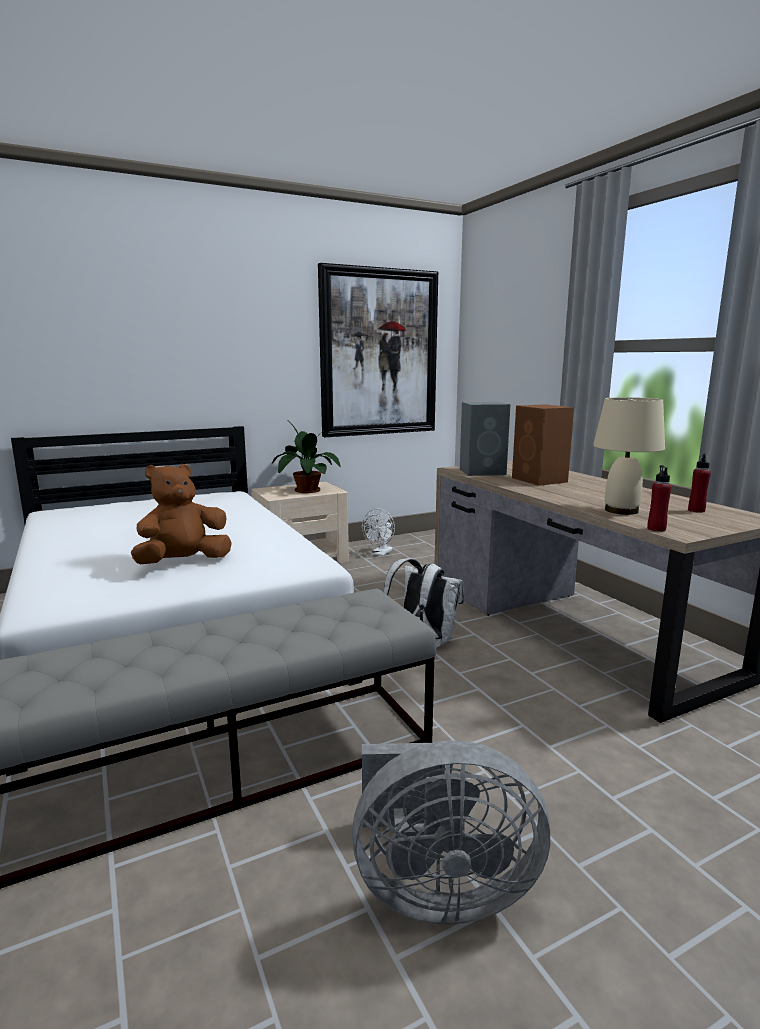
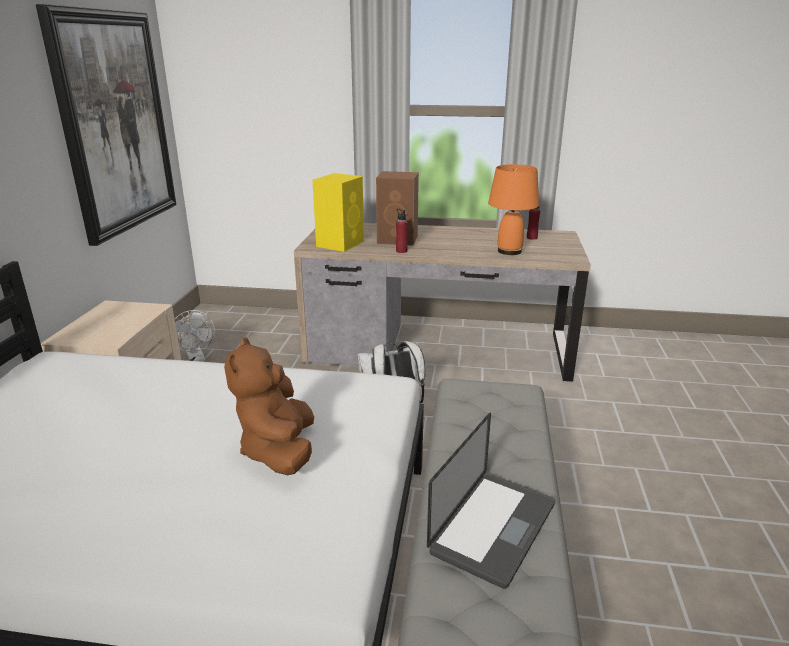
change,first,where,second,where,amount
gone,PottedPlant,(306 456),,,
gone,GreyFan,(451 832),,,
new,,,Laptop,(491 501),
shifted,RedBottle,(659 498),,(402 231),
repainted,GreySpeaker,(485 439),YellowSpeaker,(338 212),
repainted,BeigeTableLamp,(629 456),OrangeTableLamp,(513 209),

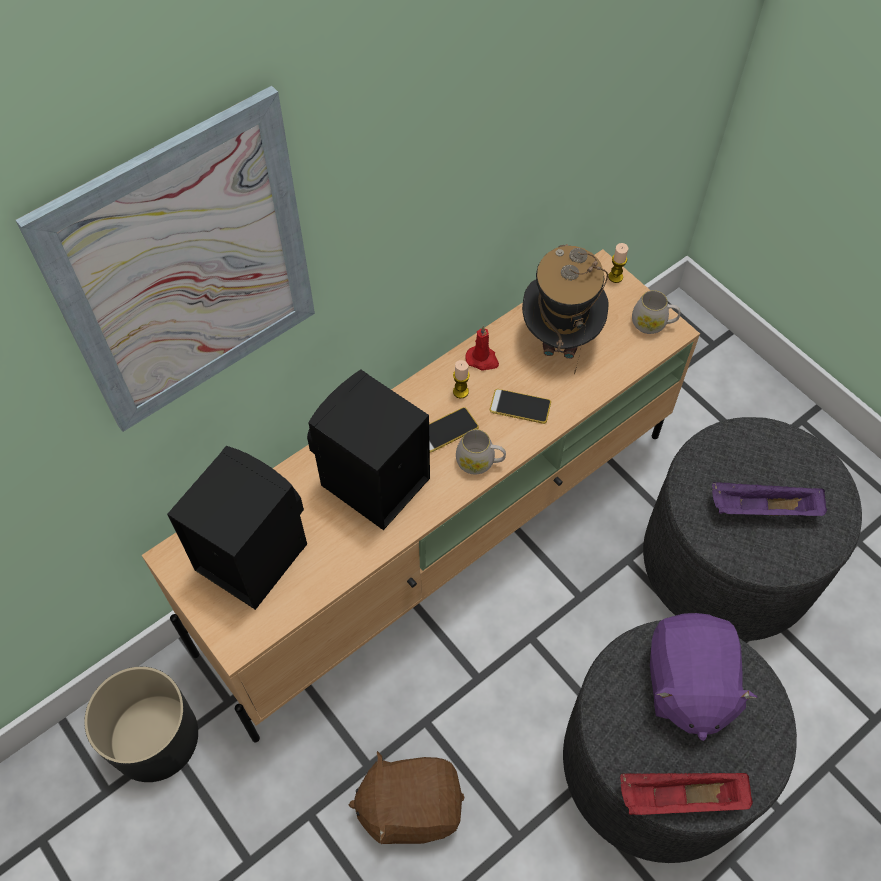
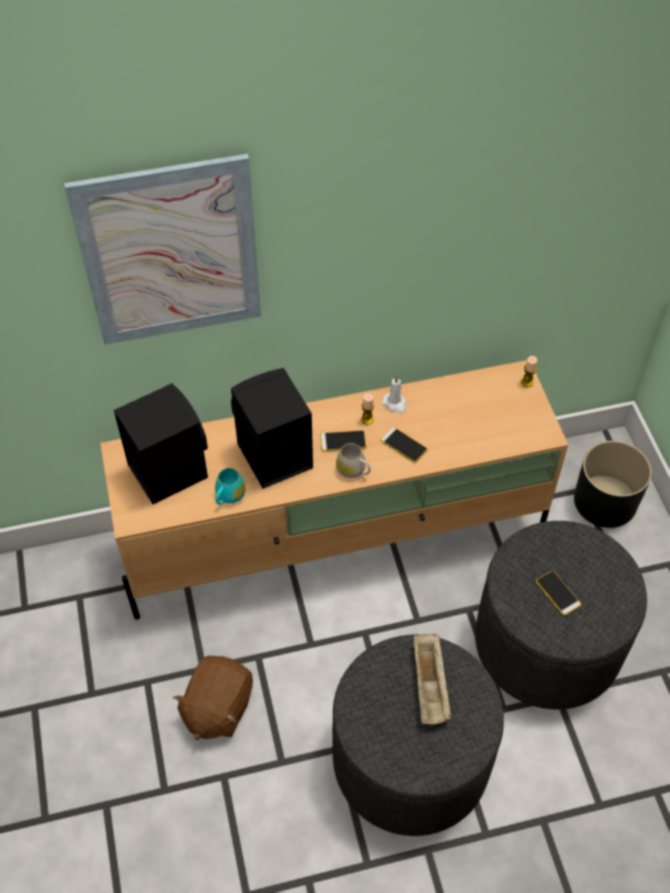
change,first,where,second,where,amount
gone,Hat,(565 309),,,
gone,RedTray,(686 794),,,
gone,WhiteMug,(656 312),,,
new,,,TurquoiseMug,(230 486),
shifted,BlackPlanter,(141 724),,(613 484),
swapped,PurplePlushToy,(703 677),BeigeTray,(433 679),
swapped,PurpleTray,(769 499),Phone,(558 593),
repainted,RedCandle,(482 347),WhiteCandle,(394 394),
rotated,BrownPlushToy,(406 797),,(213 698),90 degrees counterclockwise

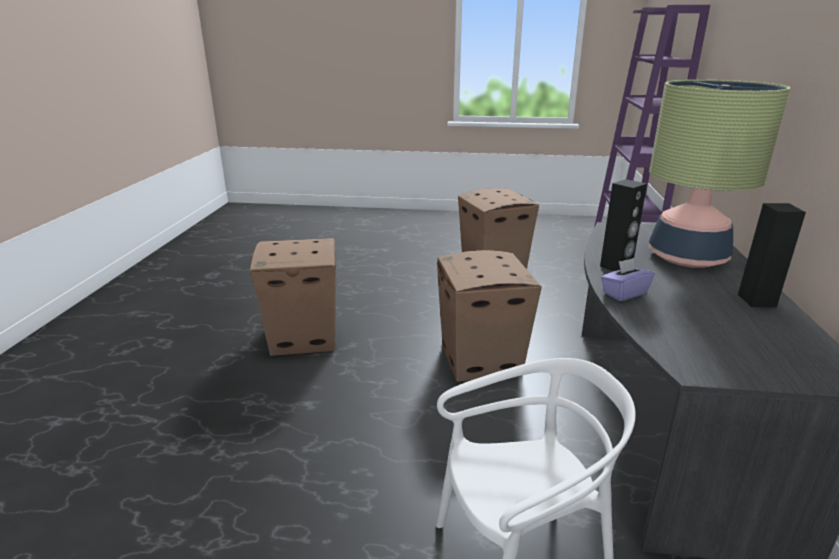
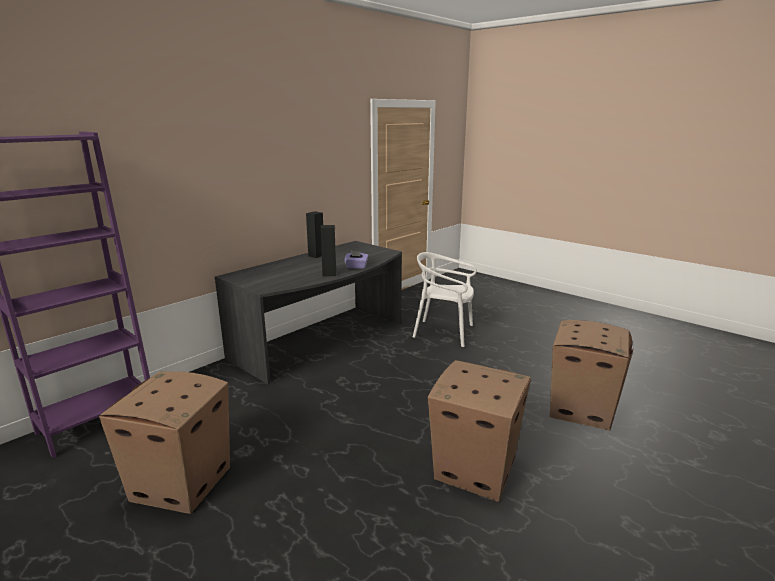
change,first,where,second,where,amount
gone,TableLamp,(719 174),,,
shifted,CardboardBox,(489 316),,(591 375),

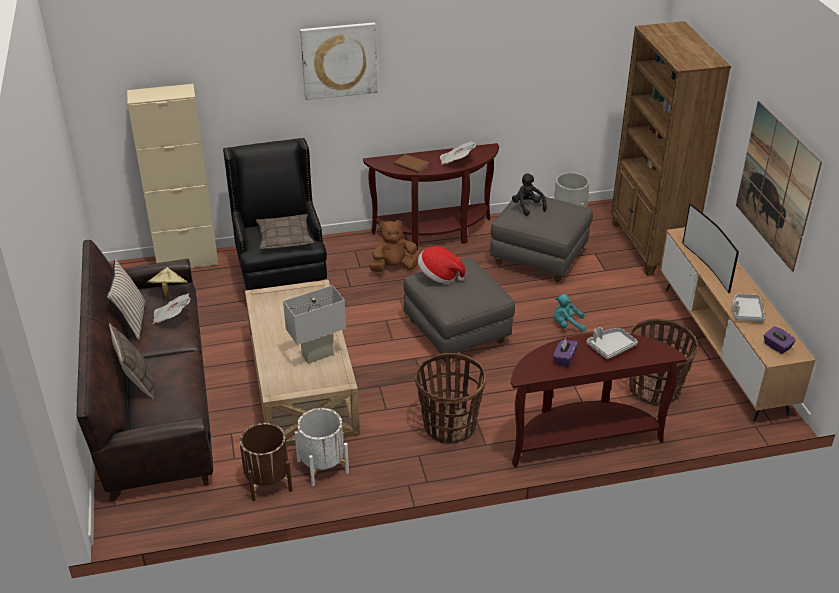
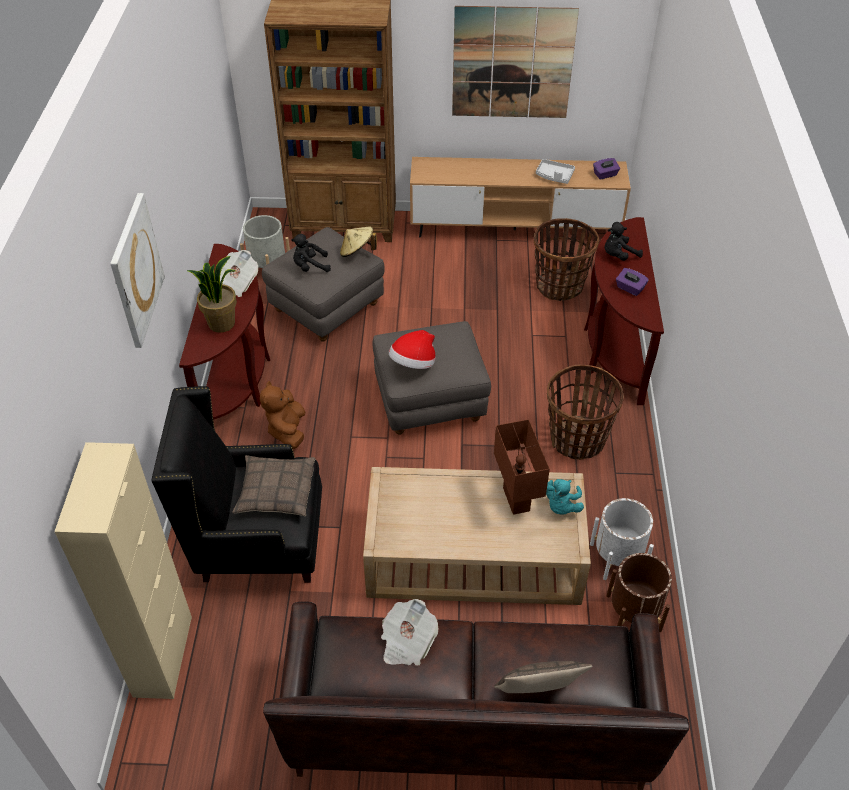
change,first,where,second,where,amount
gone,BeigePillow,(126 299),,,
gone,Television,(710 248),,,
shifted,BeigeHat,(167 283),,(358 241),
shifted,TurquoisePlushToy,(570 313),,(565 497),
swapped,BrownBook,(411 163),PottedPlant,(212 294),
swapped,GreyTray,(612 343),BlackPlushToy,(624 241),
repainted,WhiteTableLamp,(314 324),BrownTableLamp,(522 467),

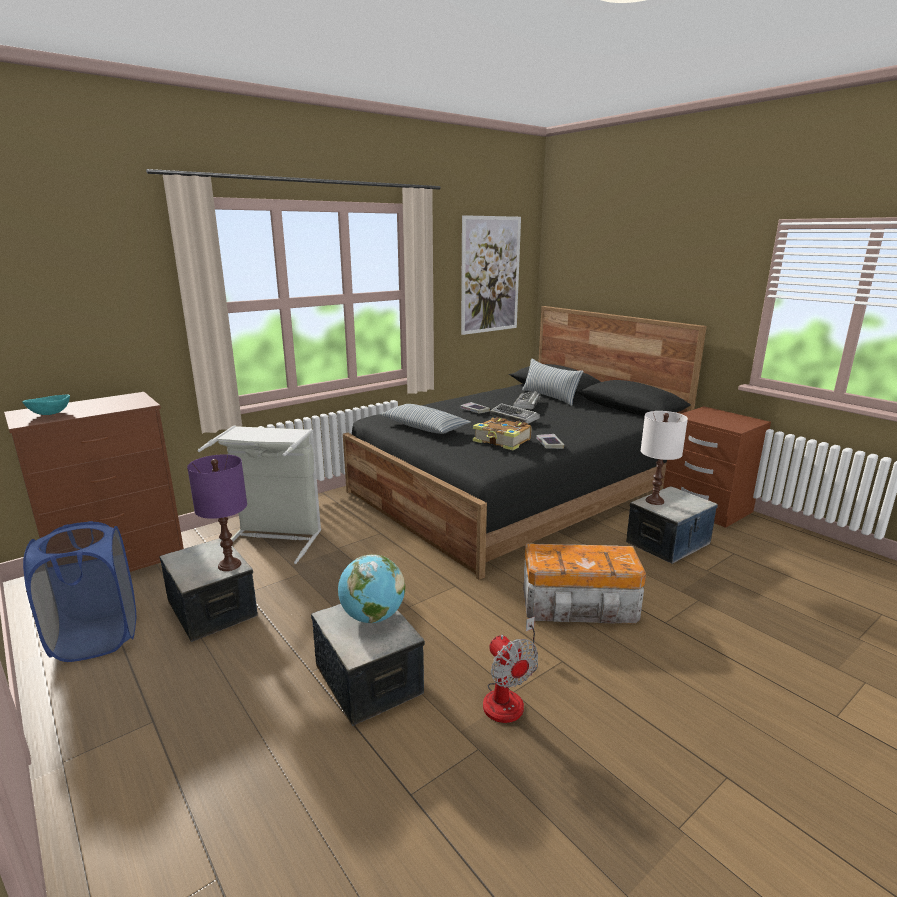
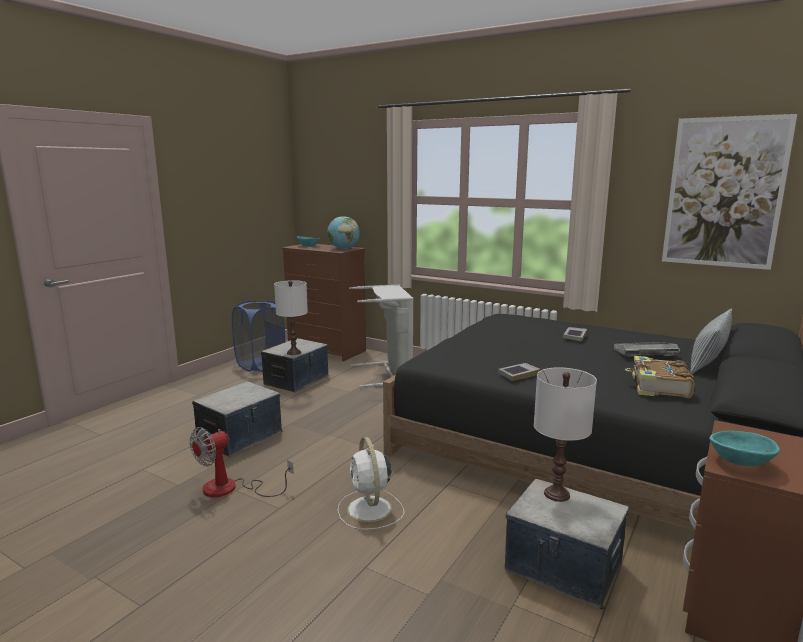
change,first,where,second,where,amount
gone,Pillow,(425 419),,,
gone,Keyboard,(515 413),,,
new,,,TurquoiseBowl,(744 448),
shifted,Globe,(371 588),,(343 232),
shifted,Book,(502 433),,(660 377),
swapped,StorageBox,(584 583),WhiteFan,(371 483),
repainted,PurpleTableLamp,(217 512),WhiteTableLamp,(291 317),

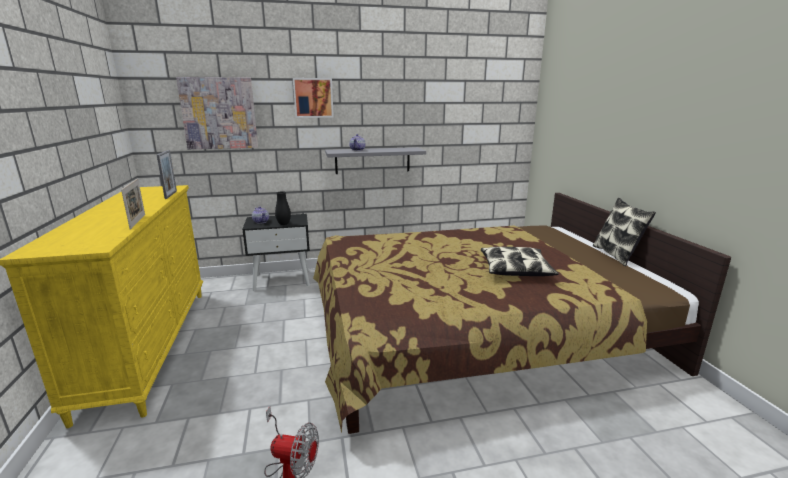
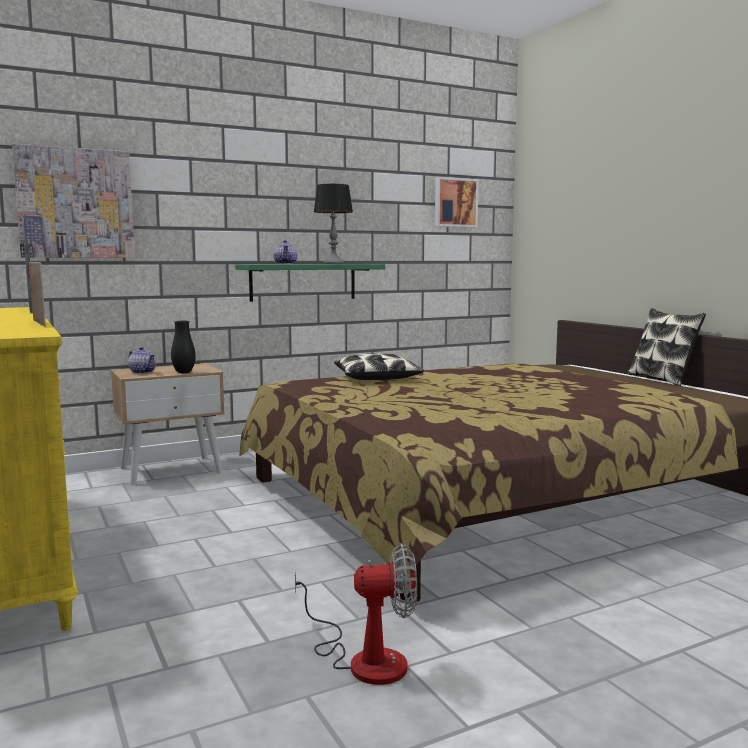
change,first,where,second,where,amount
new,,,TableLamp,(333 224),
shifted,Picture,(313 98),,(457 202),
shifted,Pillow,(520 261),,(379 366),
repainted,BlackNightstand,(276 252),BeigeNightstand,(168 425),
repainted,GreyShelf,(375 160),GreenShelf,(310 283),

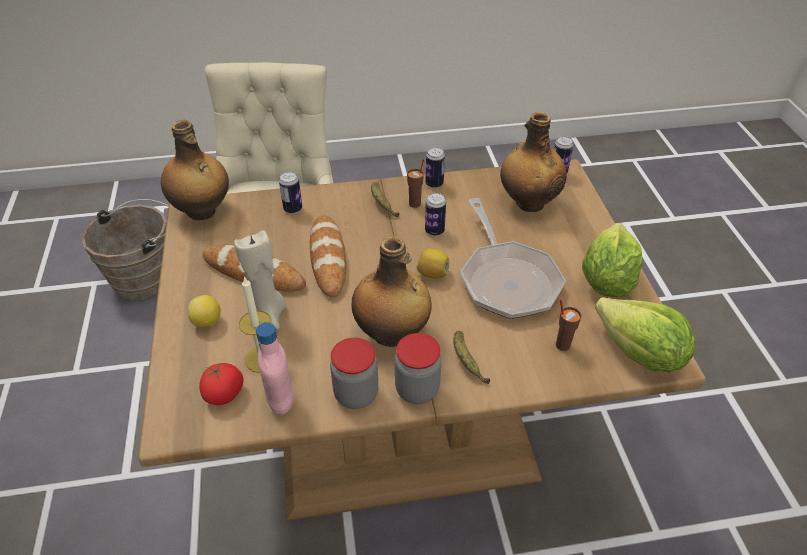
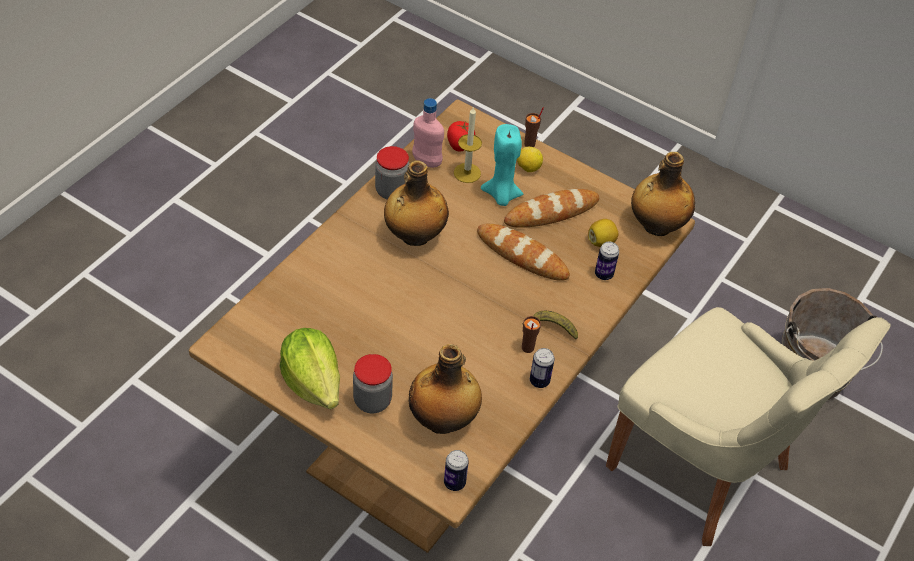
change,first,where,second,where,amount
gone,Can,(435 214),,,
gone,Banana,(471 357),,,
gone,FryingPan,(513 258),,,
gone,Lettuce,(645 334),,,
shifted,Jar,(418 368),,(373 383),
shifted,Lemon,(433 263),,(603 233),
shifted,BrownCup,(569 325),,(534 127),
repainted,BeigeCandle,(260 280),TurquoiseCandle,(502 165),

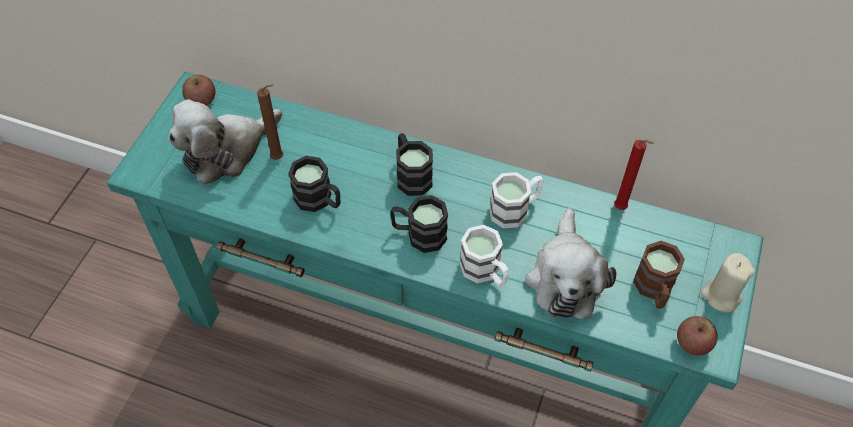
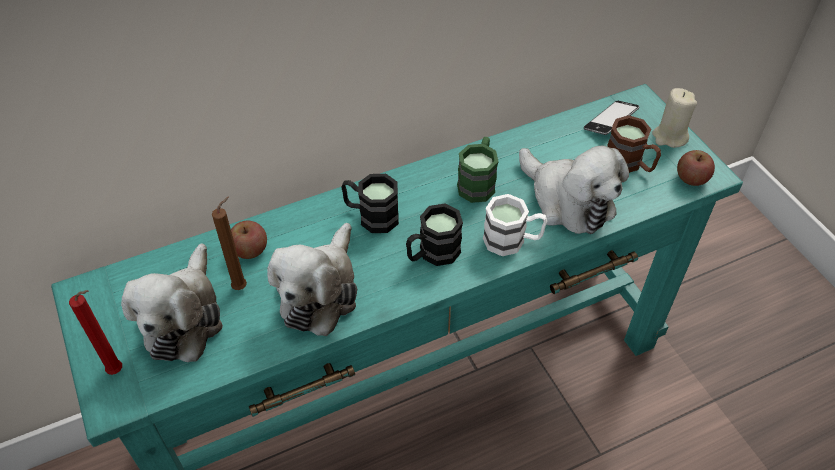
change,first,where,second,where,amount
new,,,Phone,(612 118),
shifted,Apple,(199 90),,(249 240),
shifted,RedCandle,(634 175),,(95 332),
swapped,BlackMug,(314 184),PlushToy,(312 279),
repainted,WhiteMug,(516 200),GreenMug,(478 170),

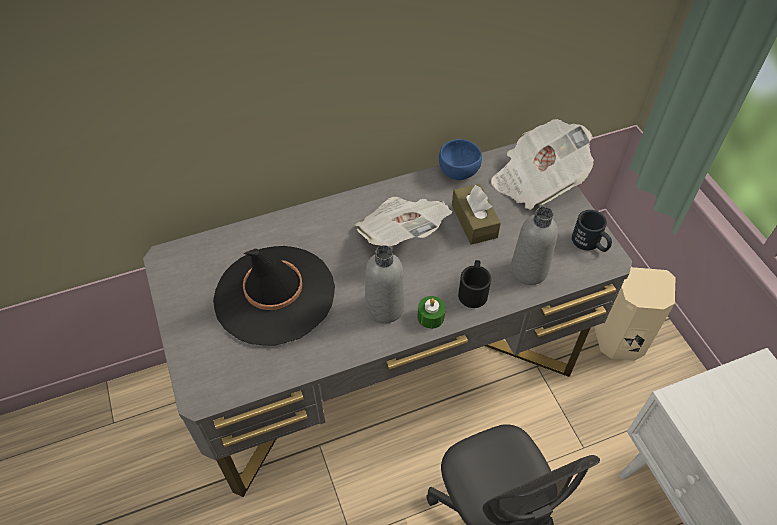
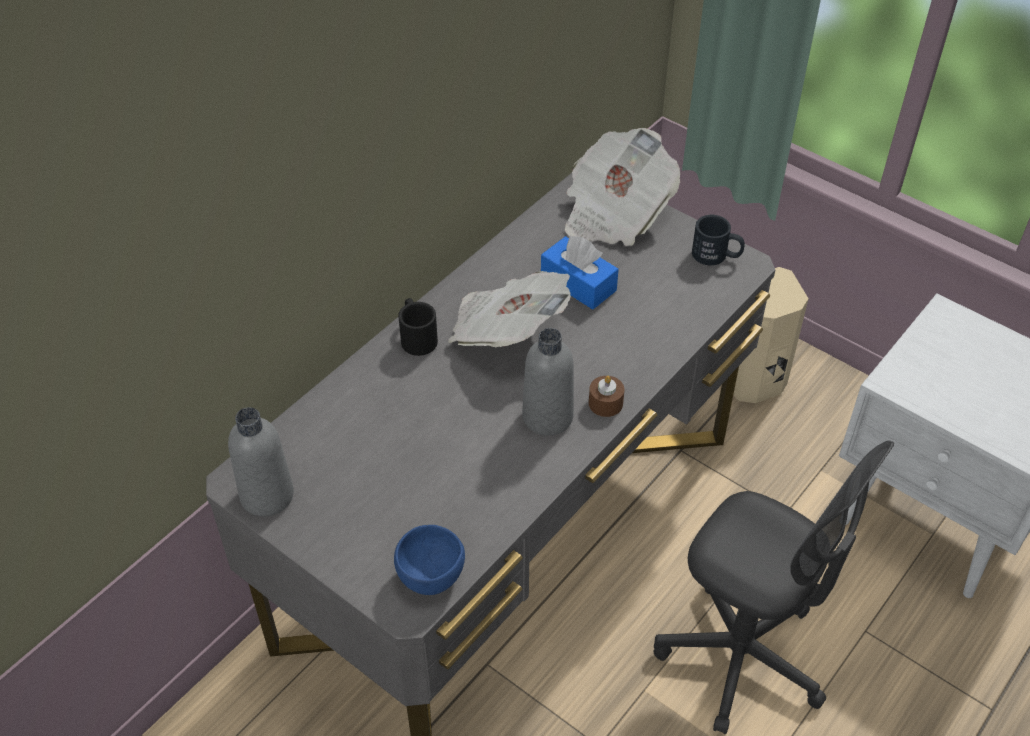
change,first,where,second,where,amount
gone,BlackHat,(274 296),,,
shifted,BlueBowl,(460 159),,(429 560),
shifted,BlackMug,(474 284),,(418 327),
shifted,GreyBottle,(534 246),,(261 461),
repainted,GreenCandle,(432 312),BrownCandle,(607 396),
repainted,BrownTissueBox,(476 214),BlueTissueBox,(580 273),

